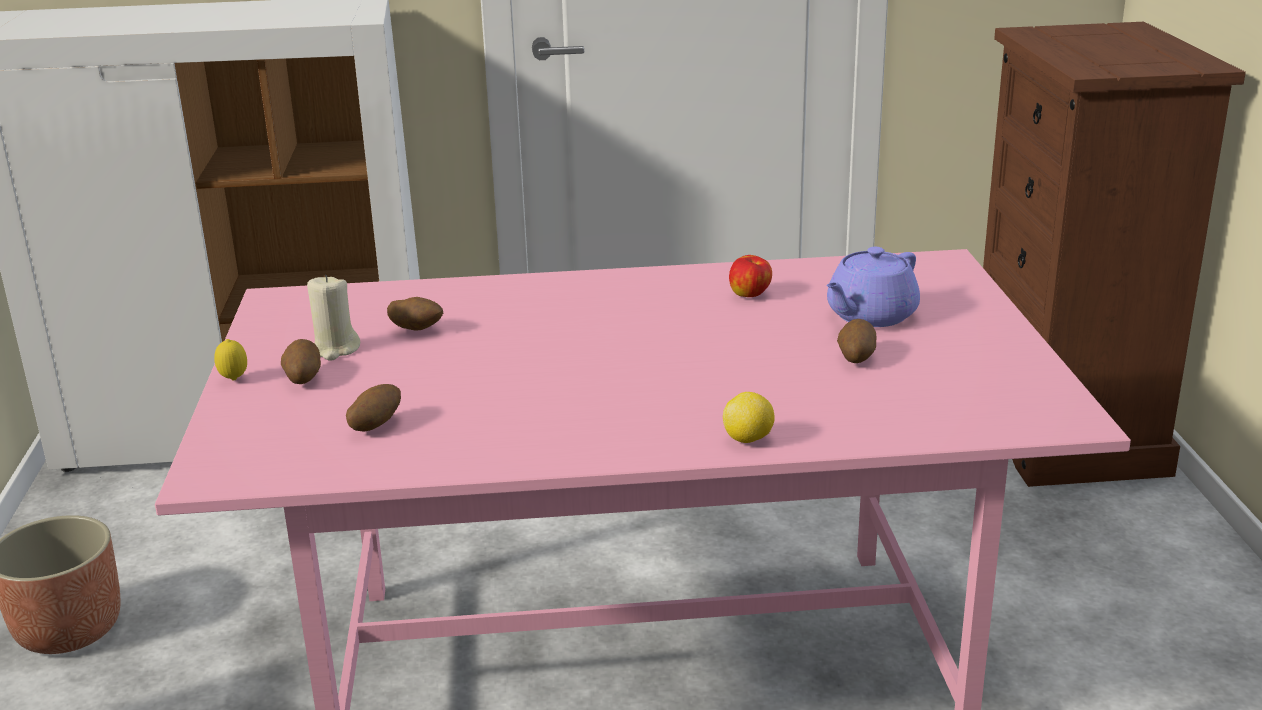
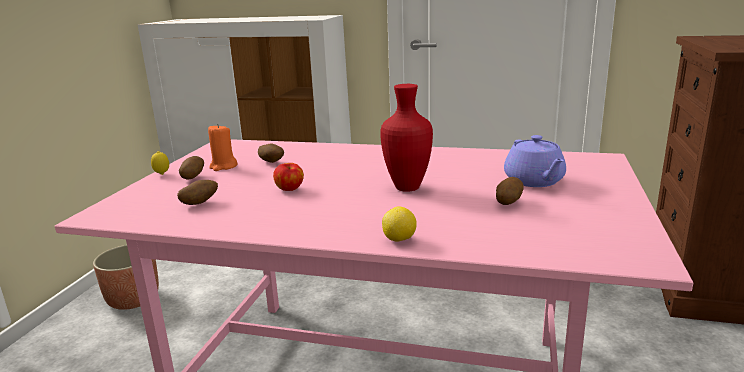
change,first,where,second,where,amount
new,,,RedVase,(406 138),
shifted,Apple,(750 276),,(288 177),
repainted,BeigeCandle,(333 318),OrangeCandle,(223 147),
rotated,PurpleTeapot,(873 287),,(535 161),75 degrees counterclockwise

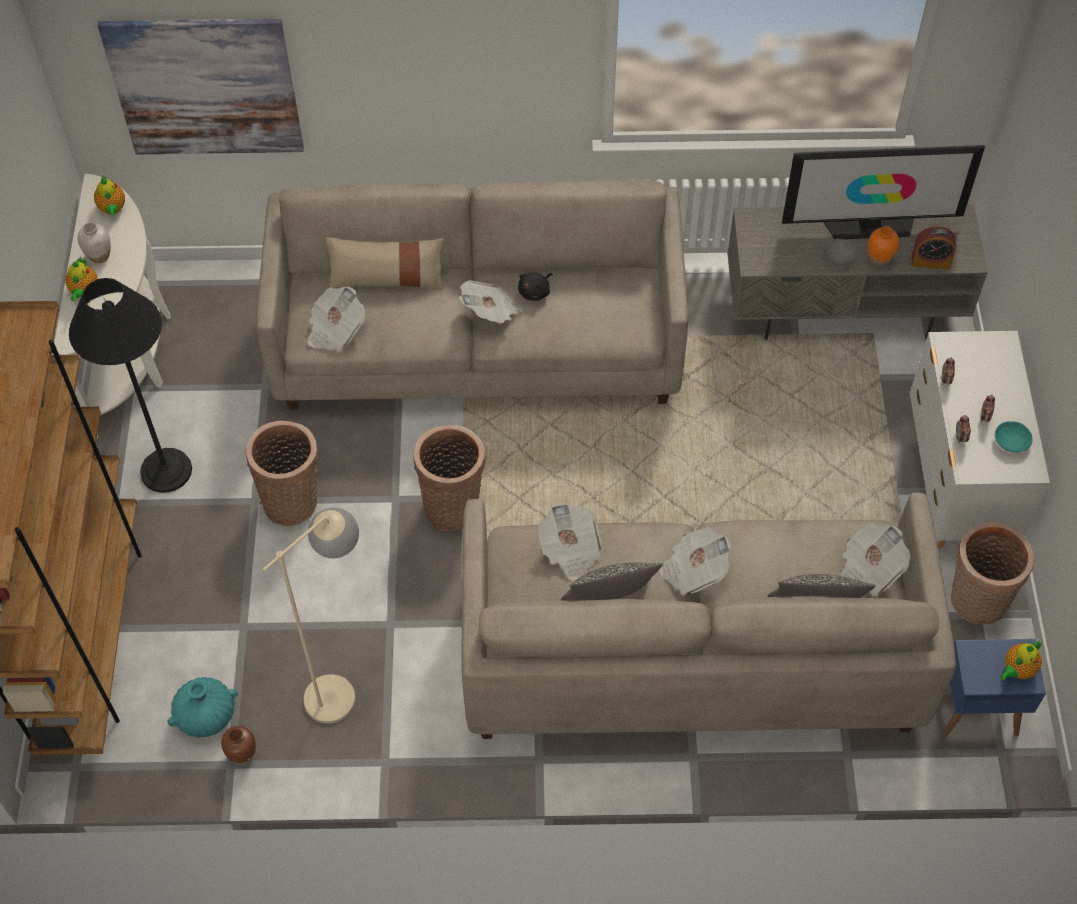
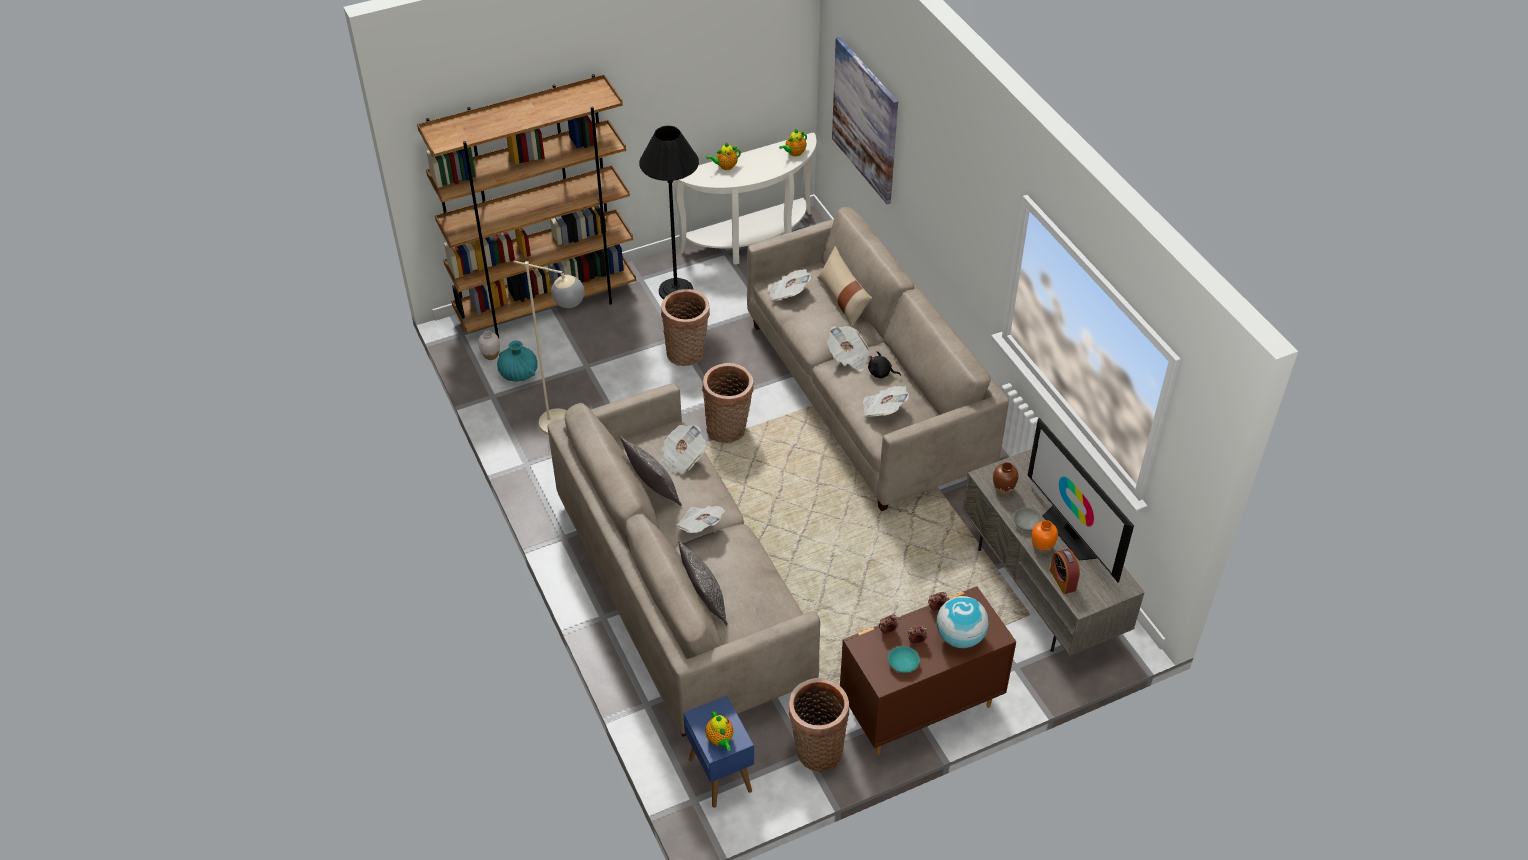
change,first,where,second,where,amount
new,,,Globe,(963 622),
shifted,WhiteVase,(94 242),,(489 345),
shifted,BrownVase,(238 745),,(1005 478),
shifted,Newspaper,(875 560),,(886 401),
repainted,WhiteDresser,(980 440),BrownDresser,(928 670),
rotated,Teapot,(1021 660),,(719 730),135 degrees counterclockwise

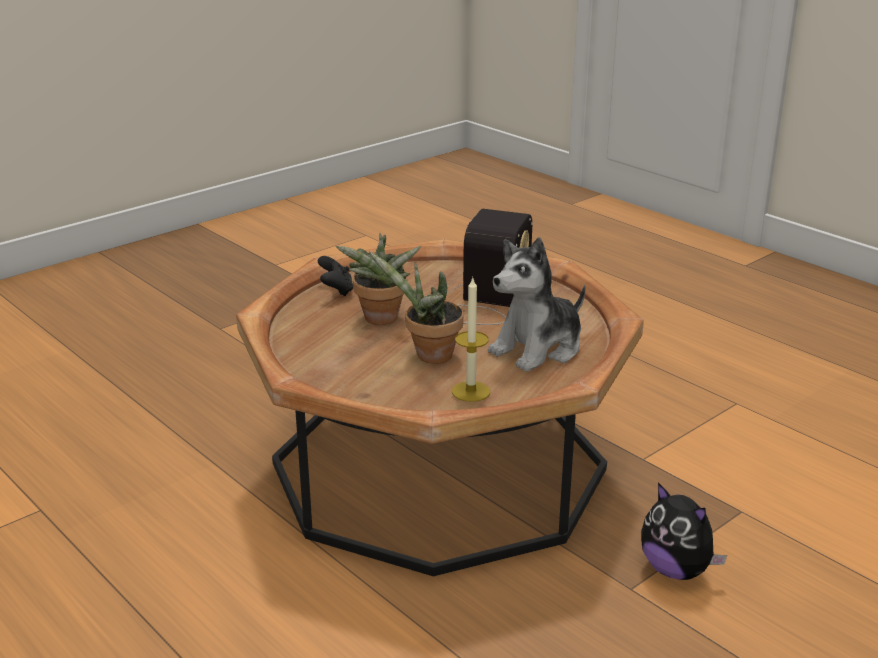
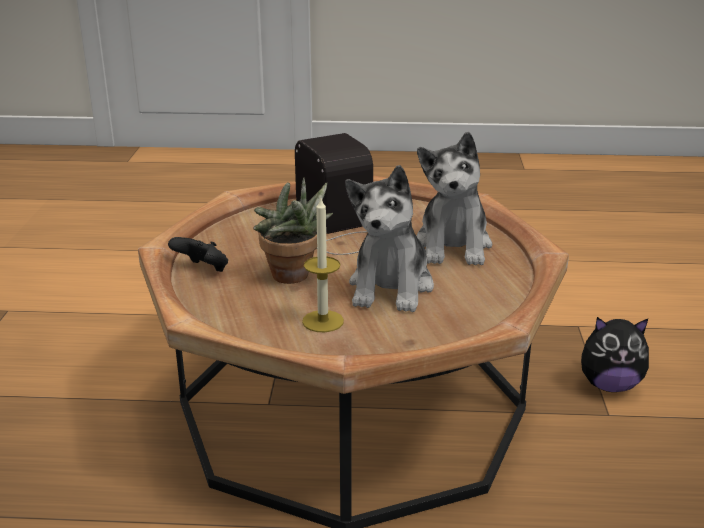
change,first,where,second,where,amount
shifted,Candle,(471 340),,(323 265),
swapped,PottedPlant,(416 307),PlushToy,(389 238),

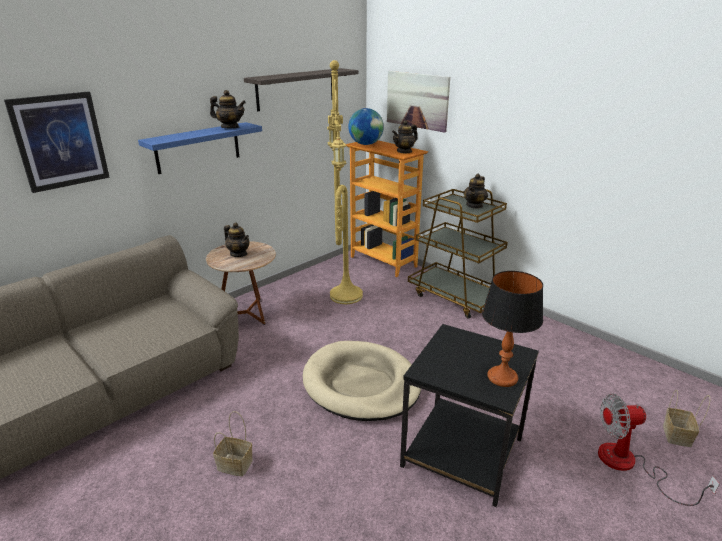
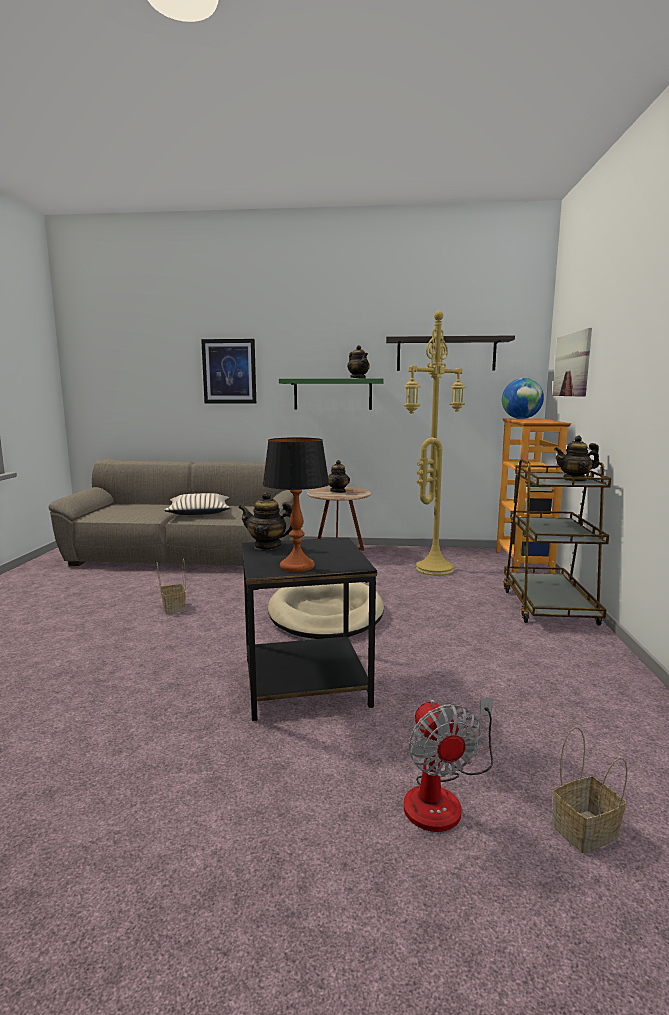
change,first,where,second,where,amount
new,,,BeigePillow,(197 504),
shifted,Teapot,(405 137),,(265 520),
repainted,BlueShelf,(200 148),GreenShelf,(331 394),
rotated,Fan,(658 449),,(448 764),150 degrees counterclockwise

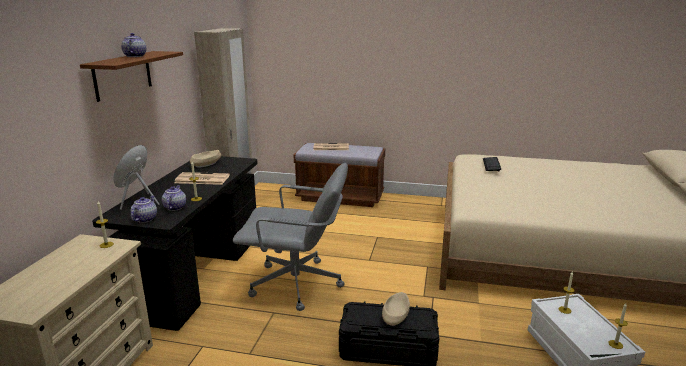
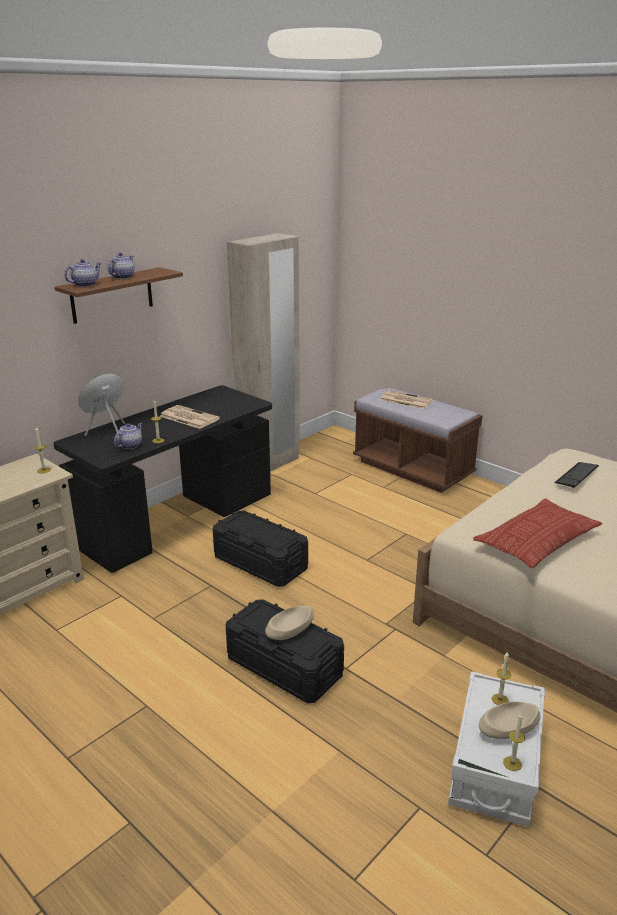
change,first,where,second,where,amount
new,,,Pillow,(537 533),
shifted,Teapot,(144 209),,(82 273),
shifted,BeigeBowl,(205 159),,(509 720),
swapped,GreyOfficeChair,(290 237),BlackStorageBox,(260 548),

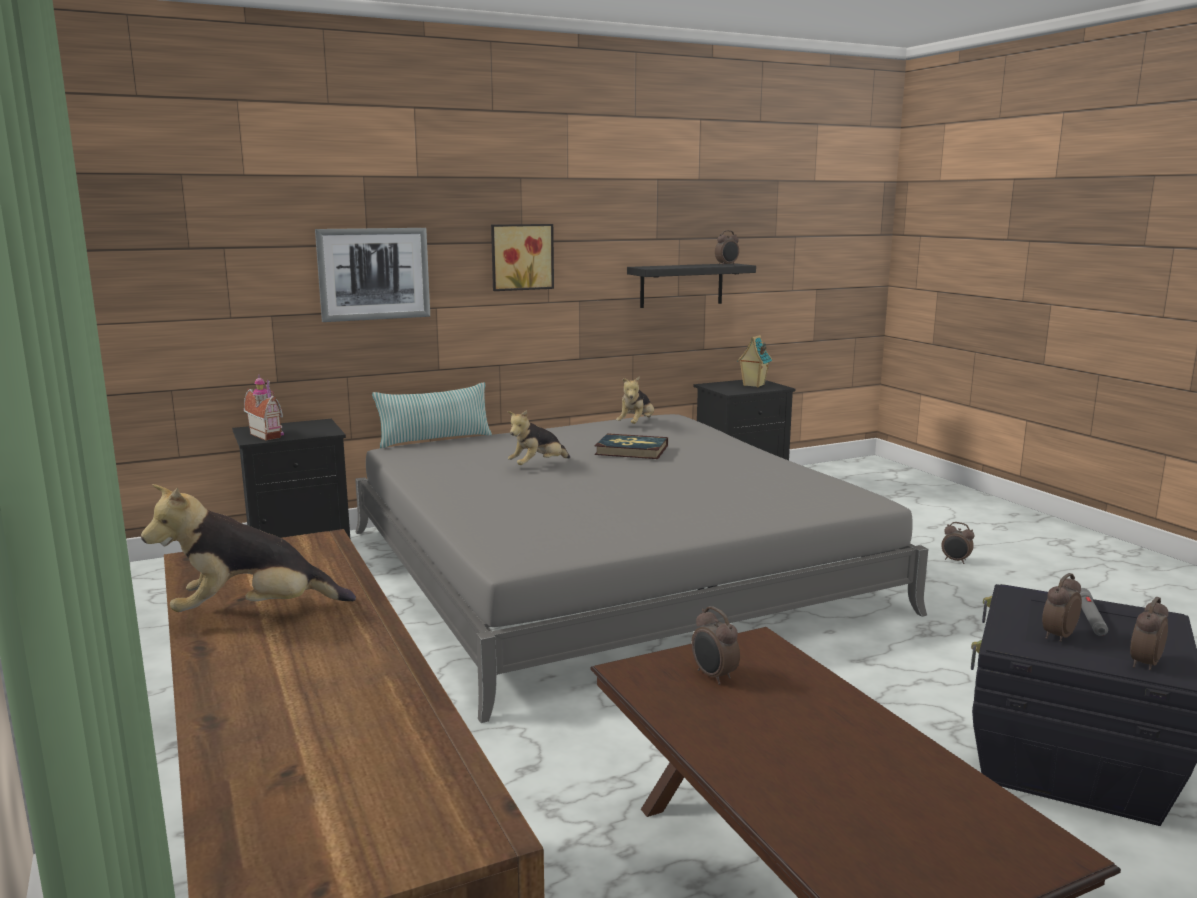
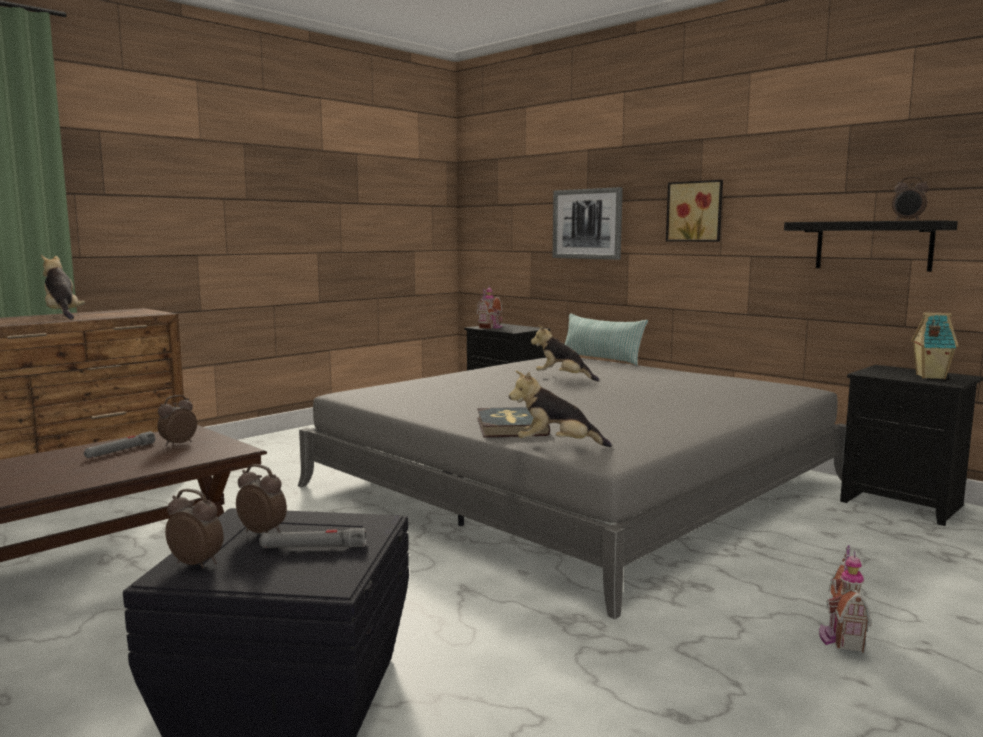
change,first,where,second,where,amount
new,,,GreyFlashlight,(119 445),
shifted,Book,(631 446),,(513 422),
shifted,PlushToy,(635 400),,(560 409),
swapped,AlarmClock,(958 543),ToyHouse,(845 599),

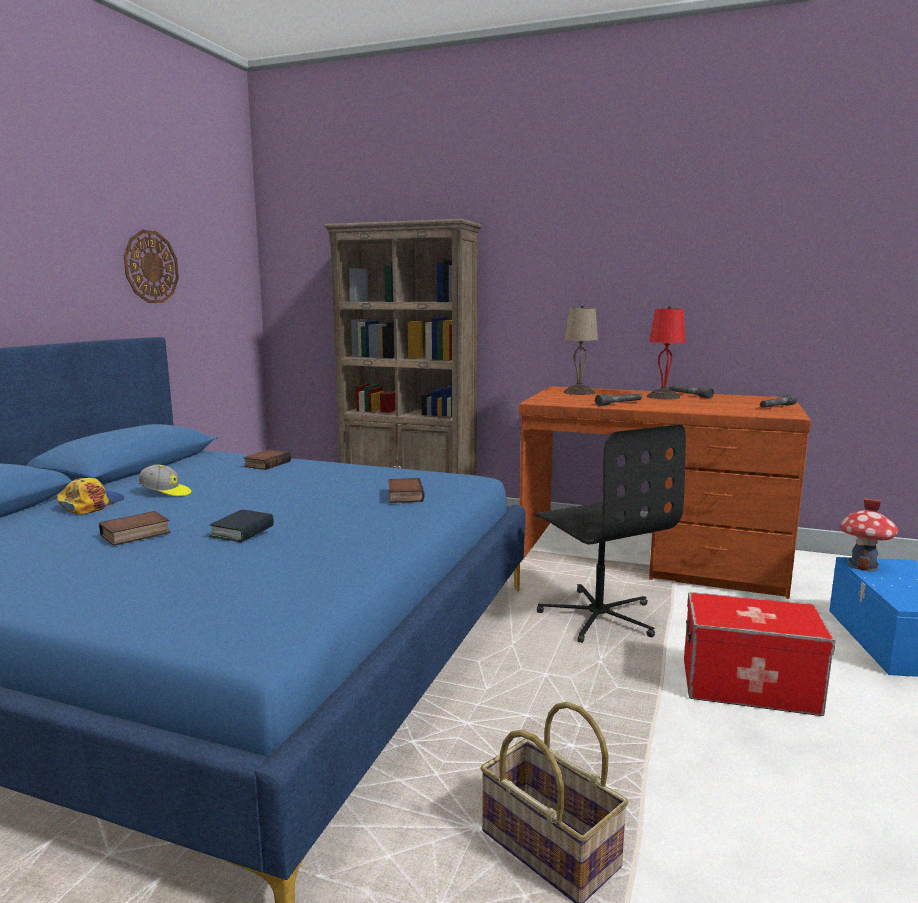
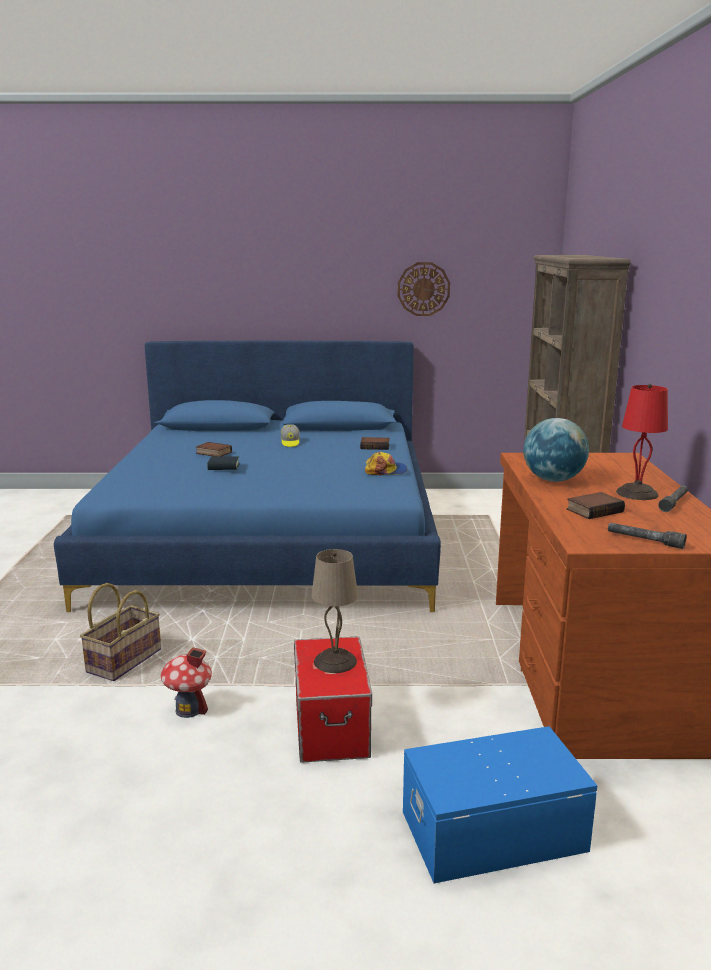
change,first,where,second,where,amount
gone,BlackOfficeChair,(610 533),,,
shifted,Cap,(91 496),,(386 464),
shifted,Book,(406 490),,(596 505),
shifted,BeigeTableLamp,(580 350),,(334 611),
shifted,ToyHouse,(869 534),,(186 682),
swapped,GreyFlashlight,(618 399),Globe,(556 450),

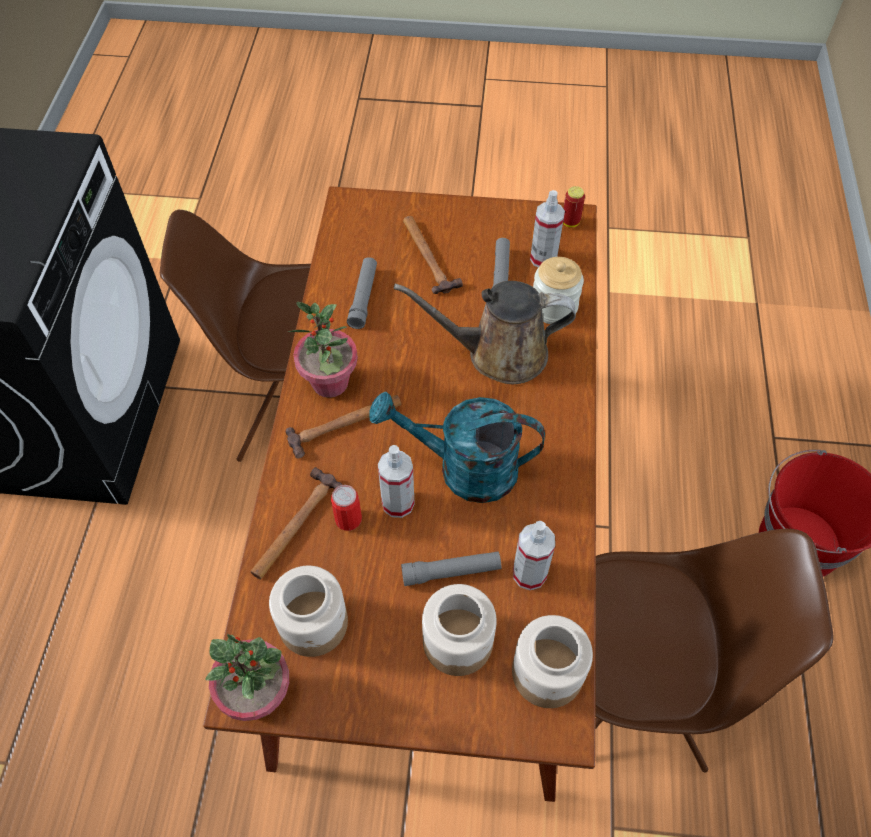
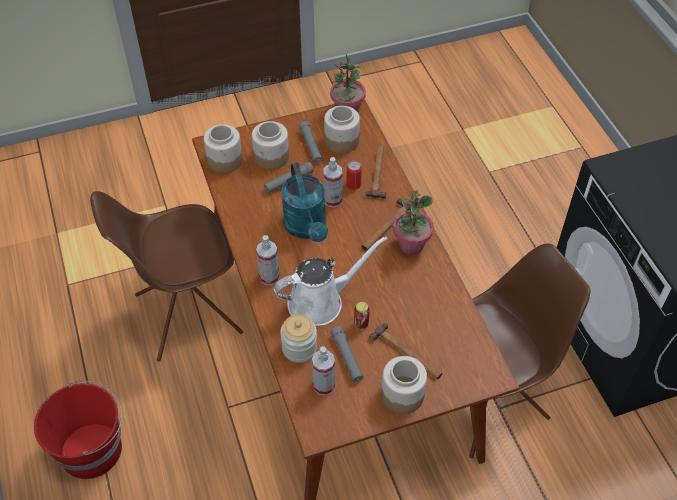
change,first,where,second,where,amount
new,,,Jar,(404 385),
shifted,GreyFlashlight,(362 293),,(311 142),
shifted,SprayBottle,(534 555),,(268 260),
shifted,Can,(574 206),,(362 316),
repainted,BrownWateringCan,(485 332),WhiteWateringCan,(331 281),
rotated,TurquoiseWateringCan,(457 447),,(304 202),90 degrees clockwise

